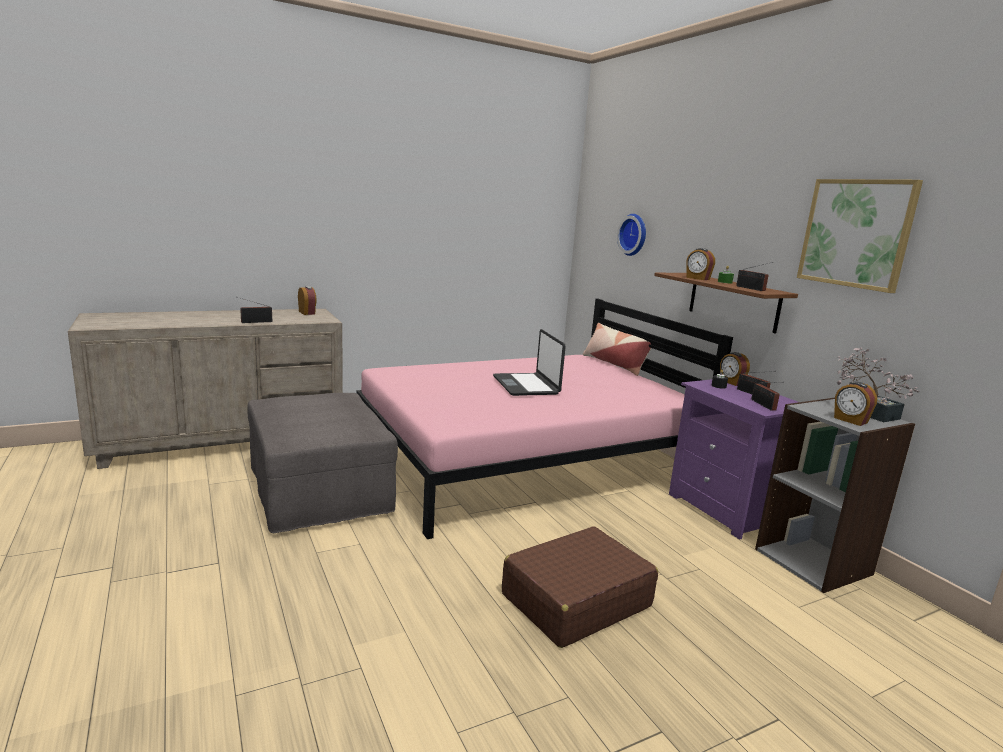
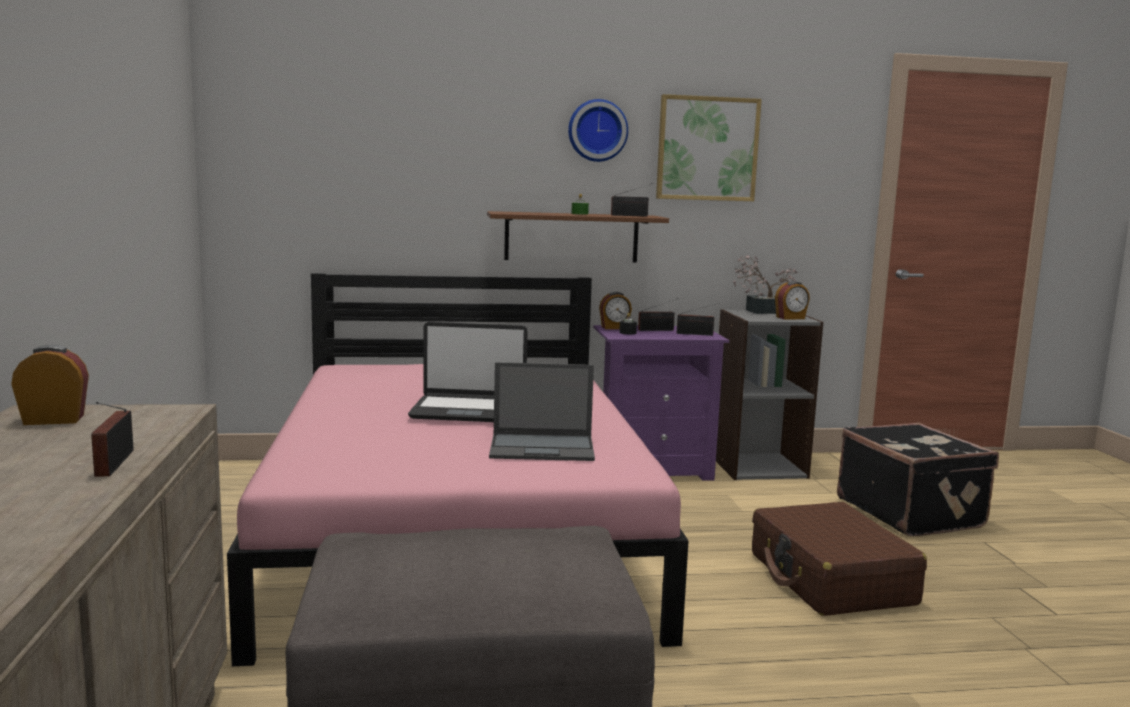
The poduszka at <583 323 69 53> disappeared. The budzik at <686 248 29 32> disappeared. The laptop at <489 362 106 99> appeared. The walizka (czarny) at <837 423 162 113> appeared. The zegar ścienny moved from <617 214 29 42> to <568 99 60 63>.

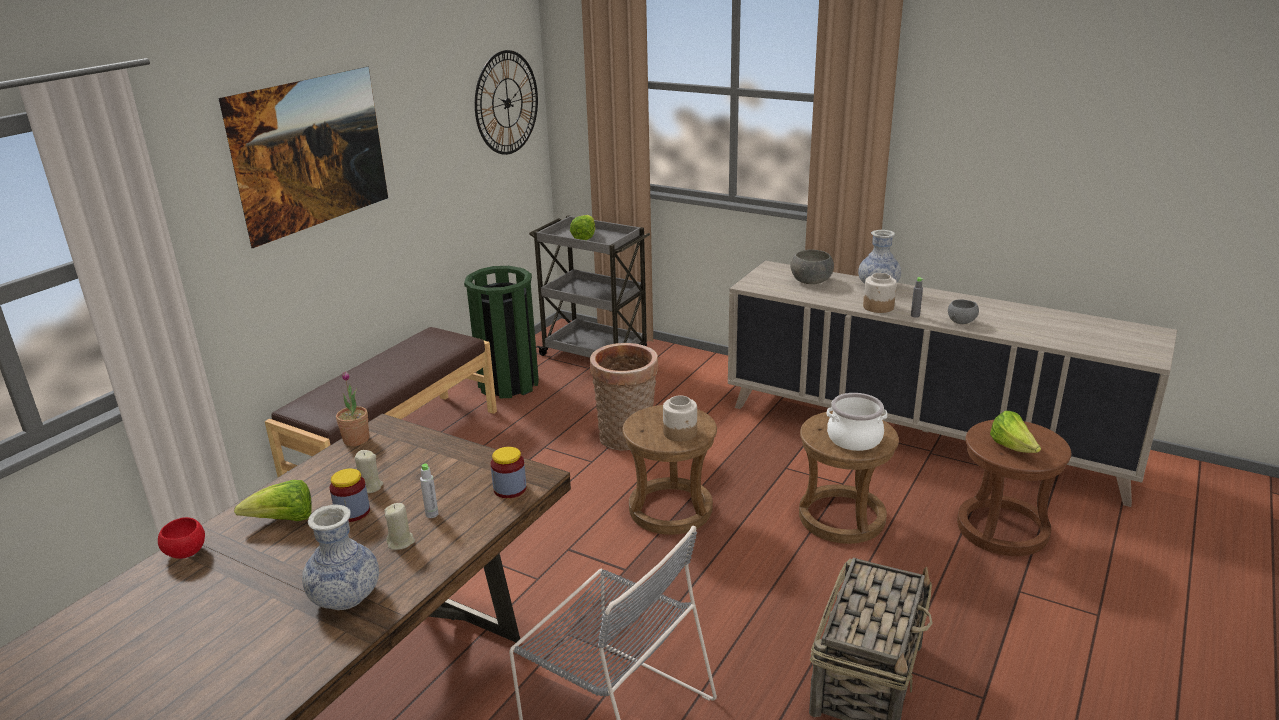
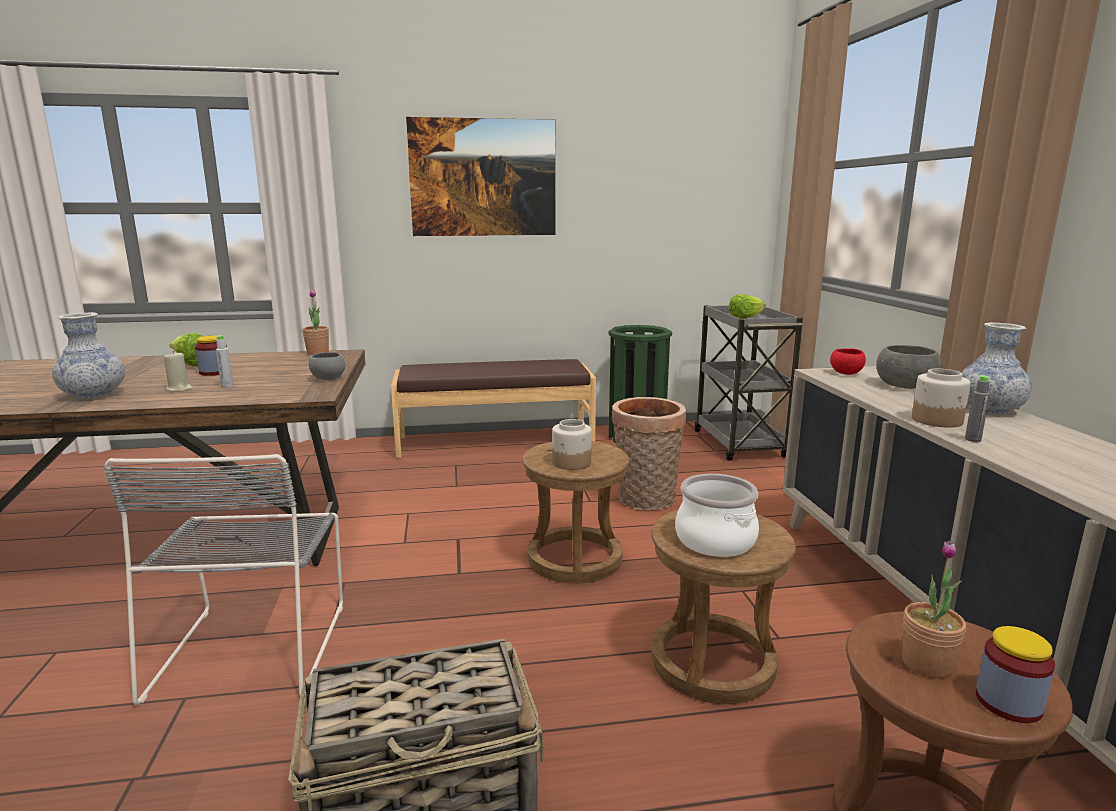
The świeca (beżowy) at <355 450 28 43> disappeared. The zegar ścienny at <475 50 63 105> disappeared. The miska (czerwony) moved from <158 517 47 42> to <830 348 36 27>. The słoik moved from <491 447 36 51> to <976 626 79 97>. The miska (szary) moved from <948 299 31 25> to <309 352 36 28>. The sałata at <990 411 51 42> was replaced by the roślina doniczkowa at <902 541 64 137>.

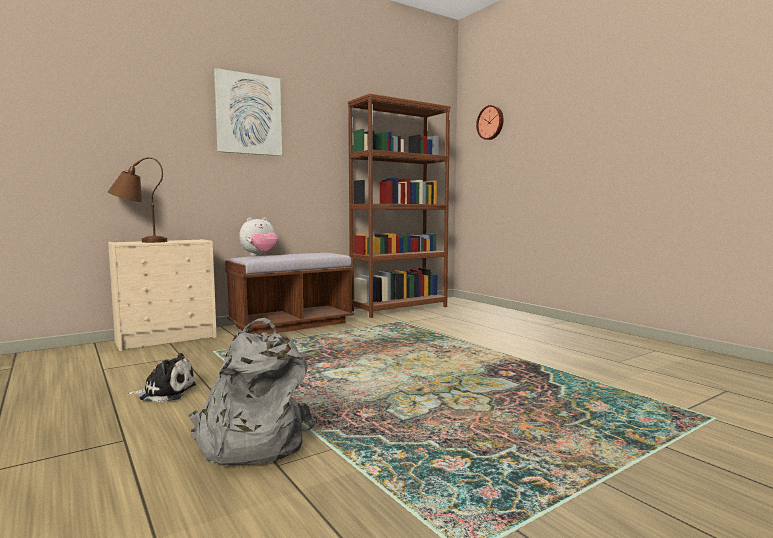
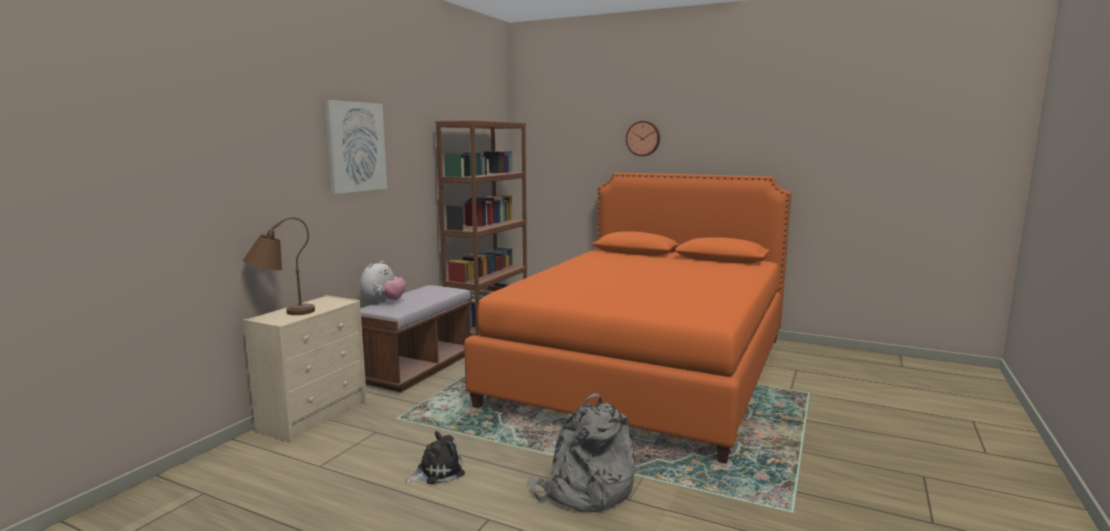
The łóżko (pomarańczowy) at <464 173 327 291> appeared. The zegar ścienny moved from <476 105 28 35> to <626 121 34 35>.

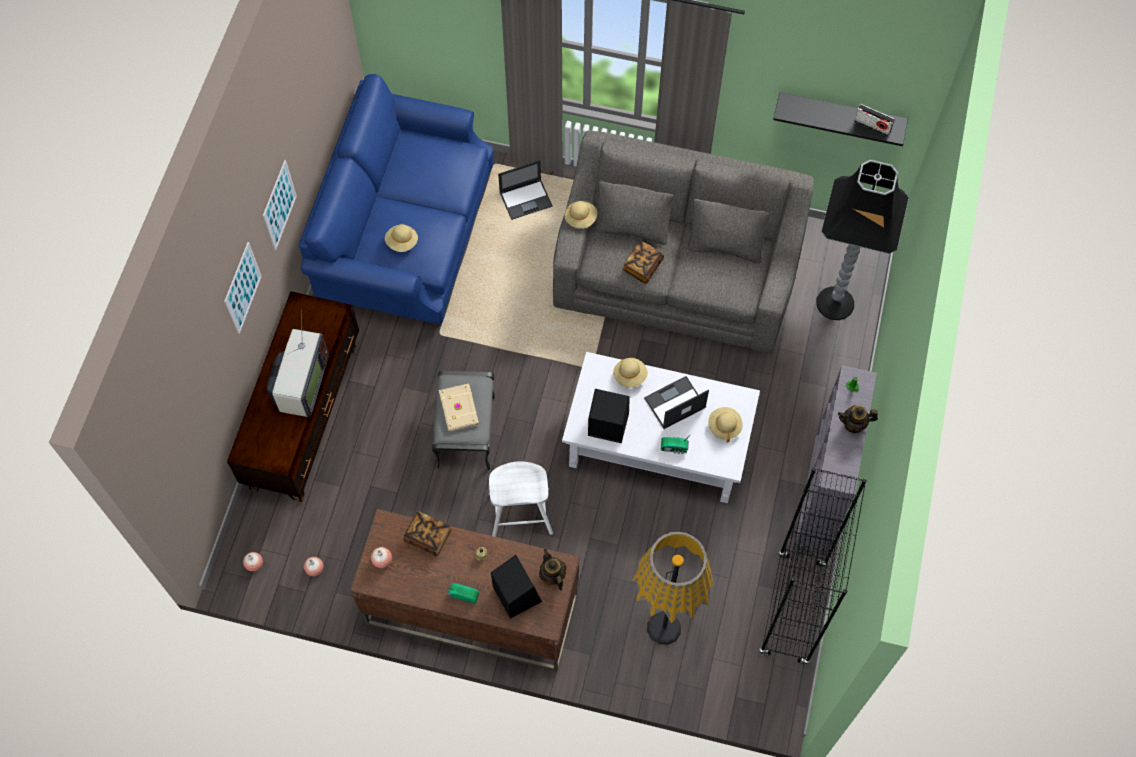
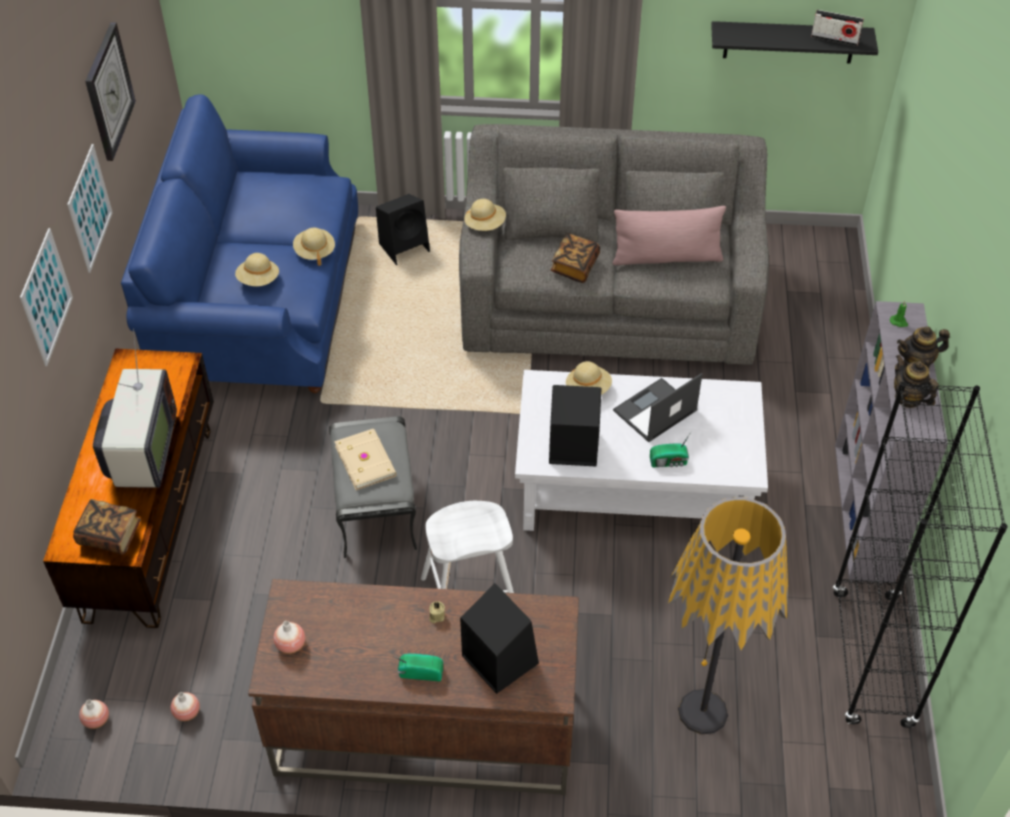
The lampa stojąca (czarny) at <816 160 93 160> disappeared. The zegar ścienny at <85 22 51 139> appeared. The poduszka (różowy) at <613 206 113 59> appeared. The książka moved from <404 511 48 45> to <73 499 68 56>. The imbryk moved from <539 549 28 42> to <894 355 45 53>. The kapelusz (beżowy) moved from <708 407 35 36> to <293 228 42 38>. The laptop at <498 160 55 60> was replaced by the głośnik (czarny) at <376 194 54 71>.

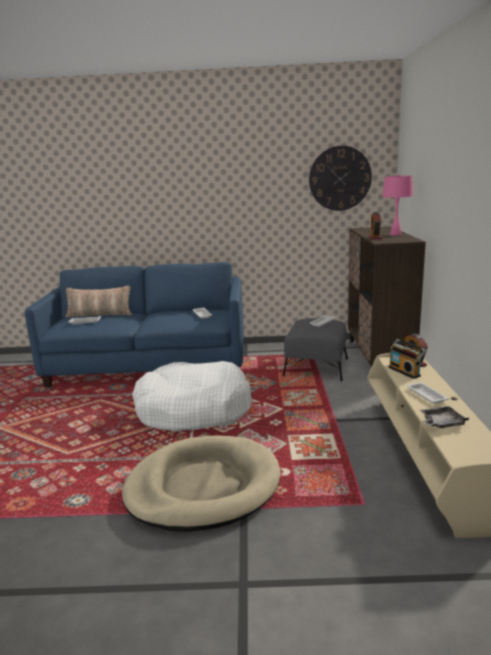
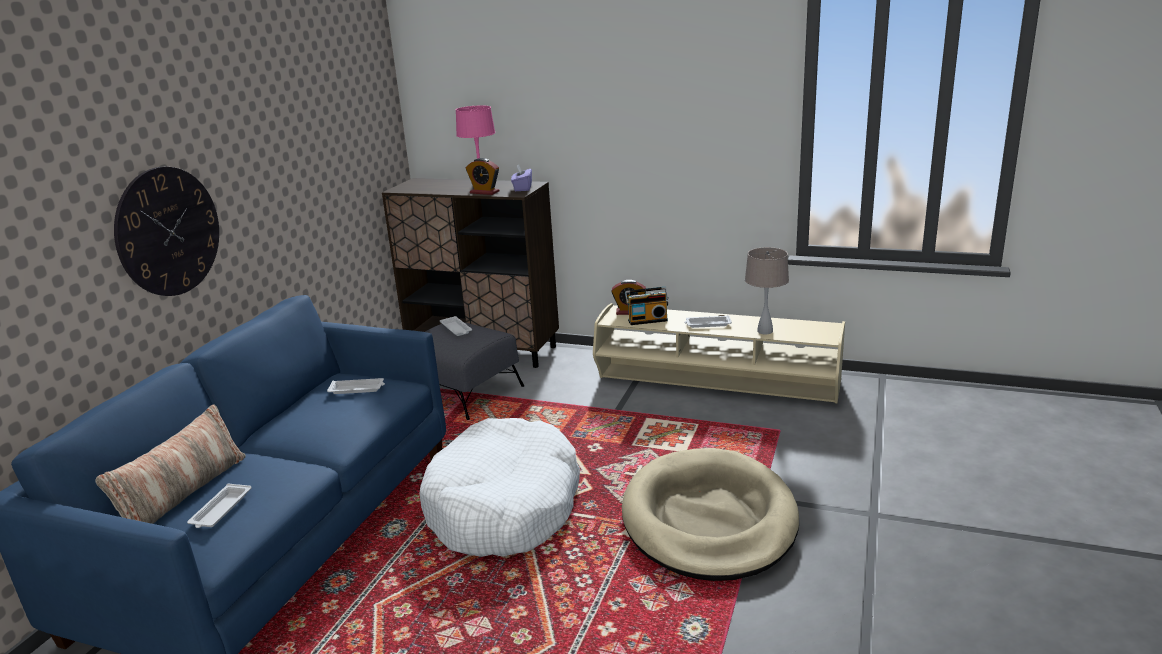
The pudełko chusteczek (fioletowy) at <511 164 21 27> appeared. The zegar ścienny moved from <309 146 63 65> to <114 167 105 129>. The taca (szary) at <420 406 49 23> was replaced by the lampa stołowa (beżowy) at <745 247 44 88>.

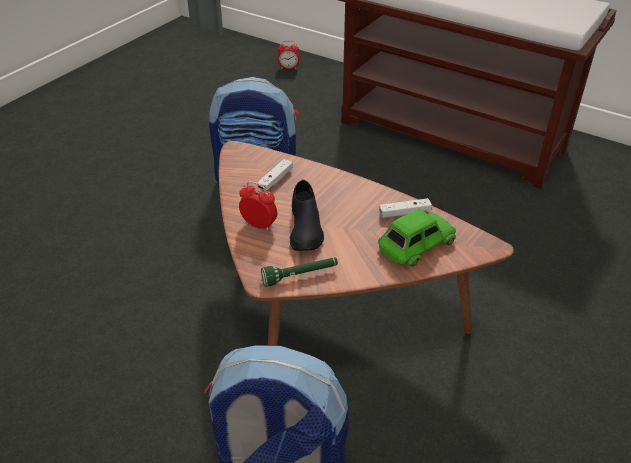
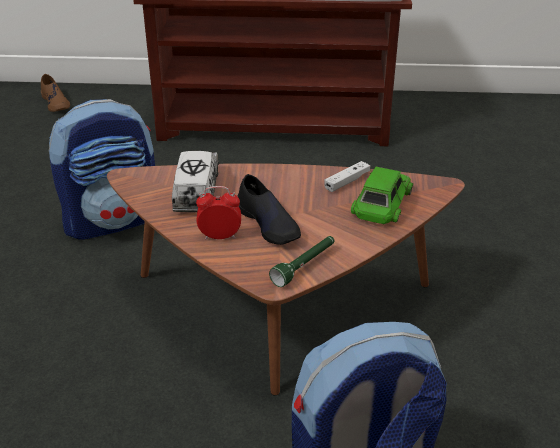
The pad do gier (biały) at <257 159 36 32> was replaced by the ciężarówka zabawkowa at <172 151 47 61>. The budzik at <278 40 21 29> was replaced by the but (brązowy) at <41 74 29 38>.

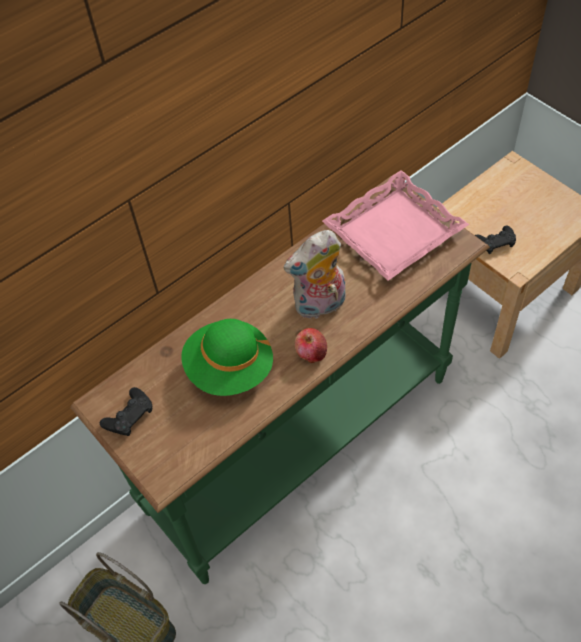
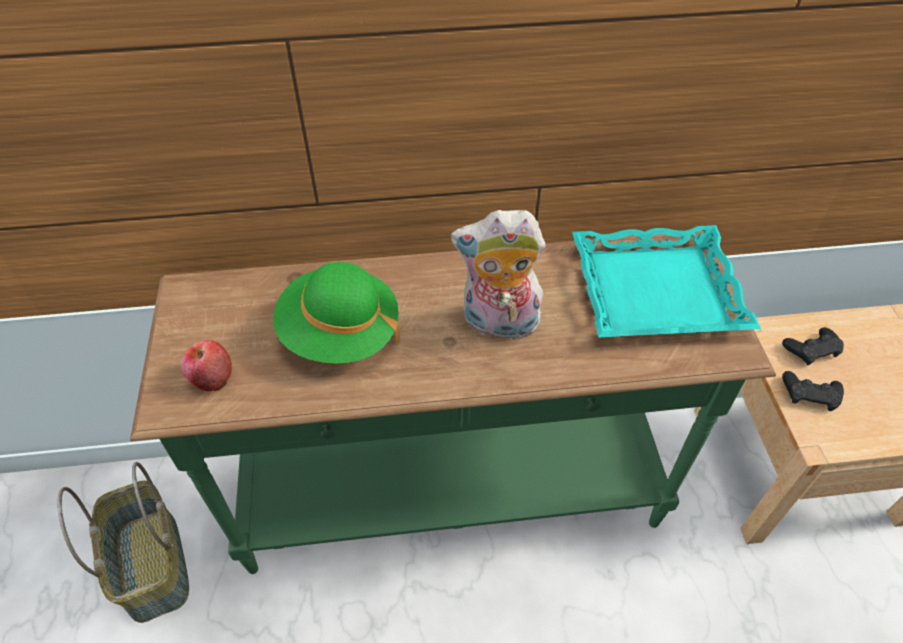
The pad do gier (czarny) moved from <100 387 52 49> to <782 327 62 39>. The jabłko moved from <295 328 32 35> to <181 340 51 51>. The taca (różowy) at <322 170 147 111> became the taca (turkusowy) at <572 225 189 113>.

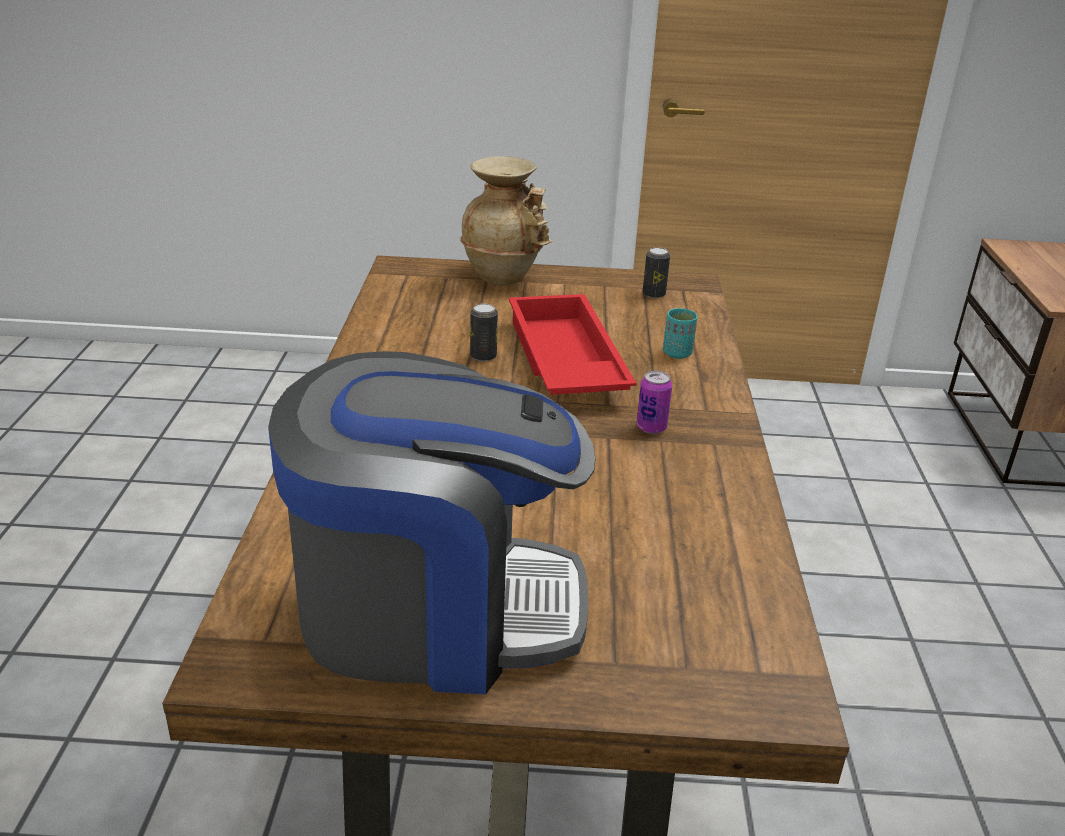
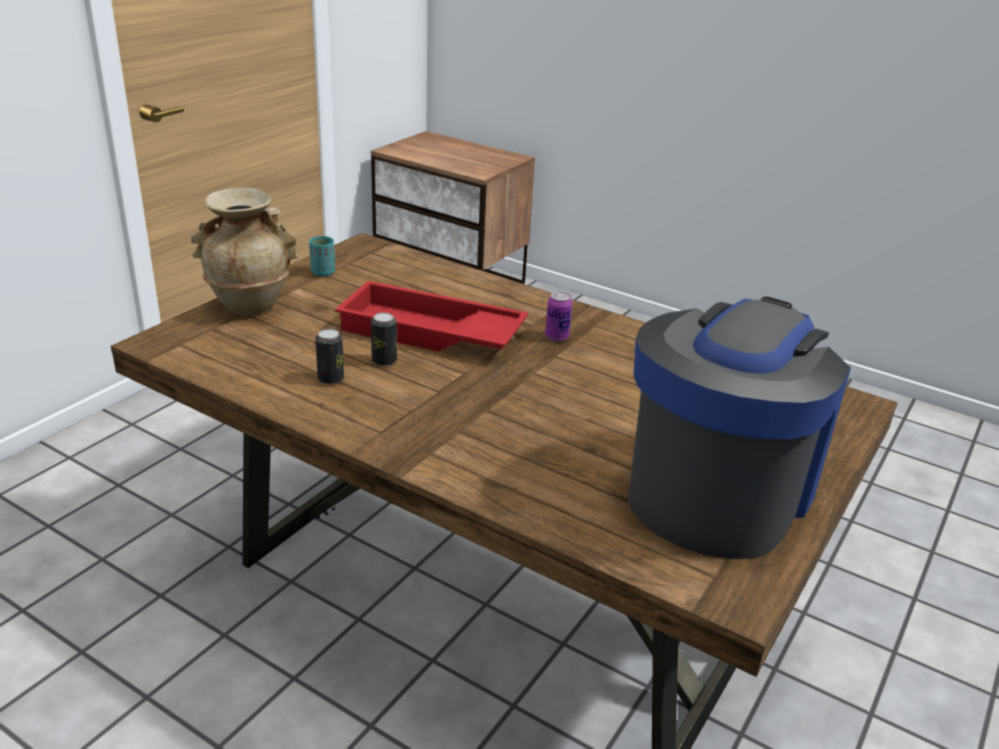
The puszka moved from <643 247 27 51> to <315 329 29 55>. The filiżanka (turkusowy) moved from <663 308 35 51> to <309 236 26 40>.

